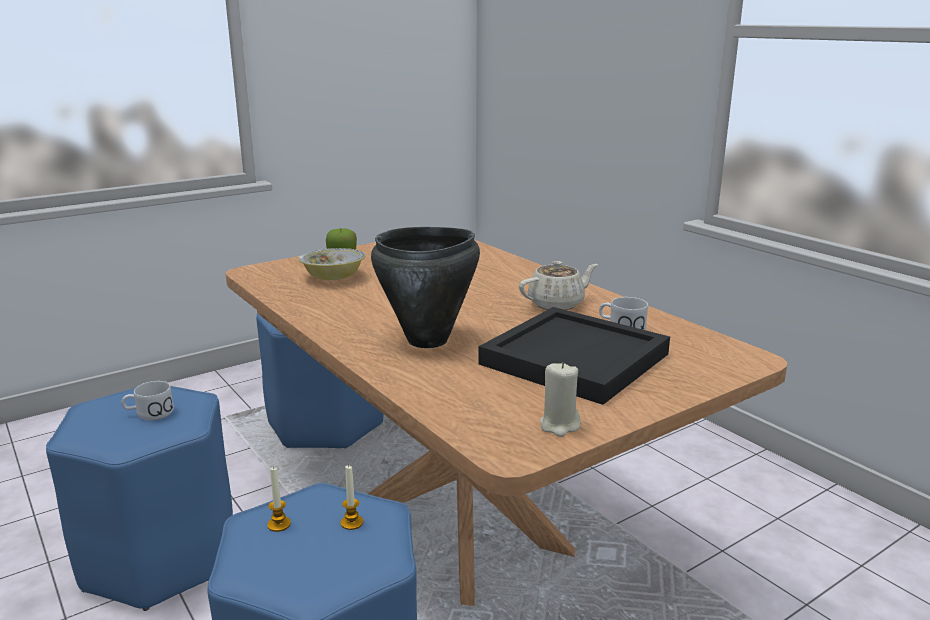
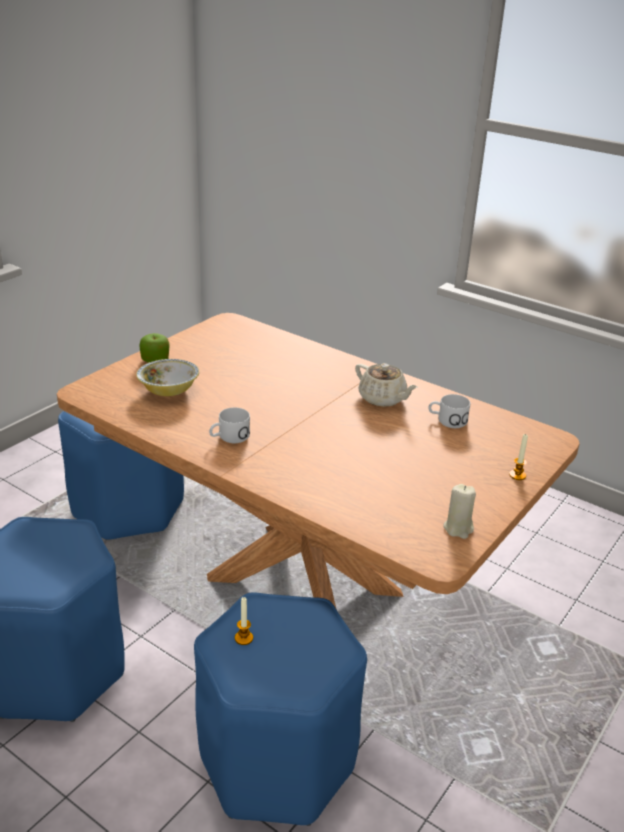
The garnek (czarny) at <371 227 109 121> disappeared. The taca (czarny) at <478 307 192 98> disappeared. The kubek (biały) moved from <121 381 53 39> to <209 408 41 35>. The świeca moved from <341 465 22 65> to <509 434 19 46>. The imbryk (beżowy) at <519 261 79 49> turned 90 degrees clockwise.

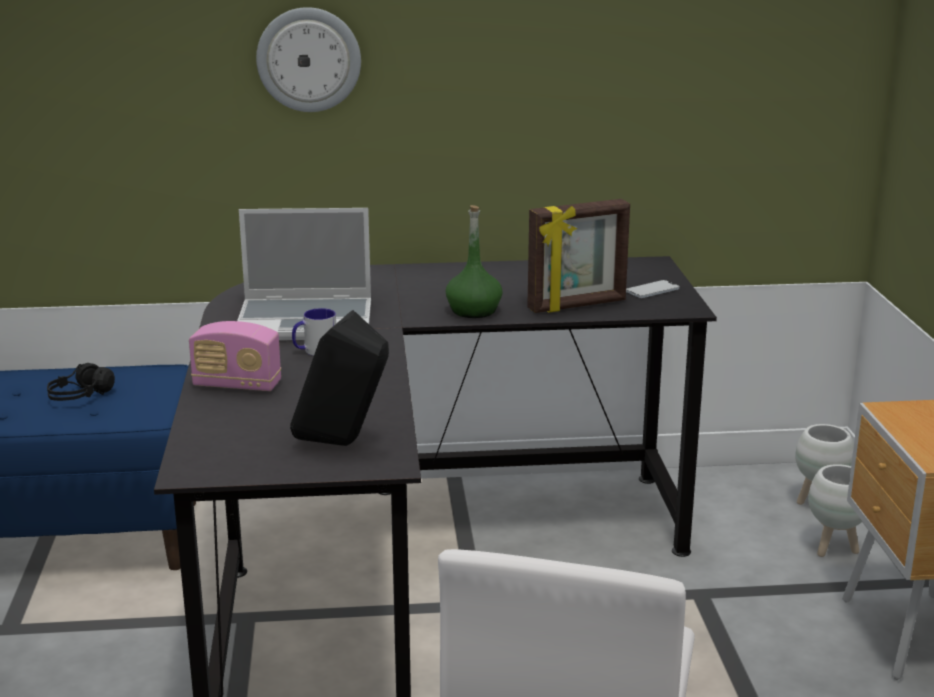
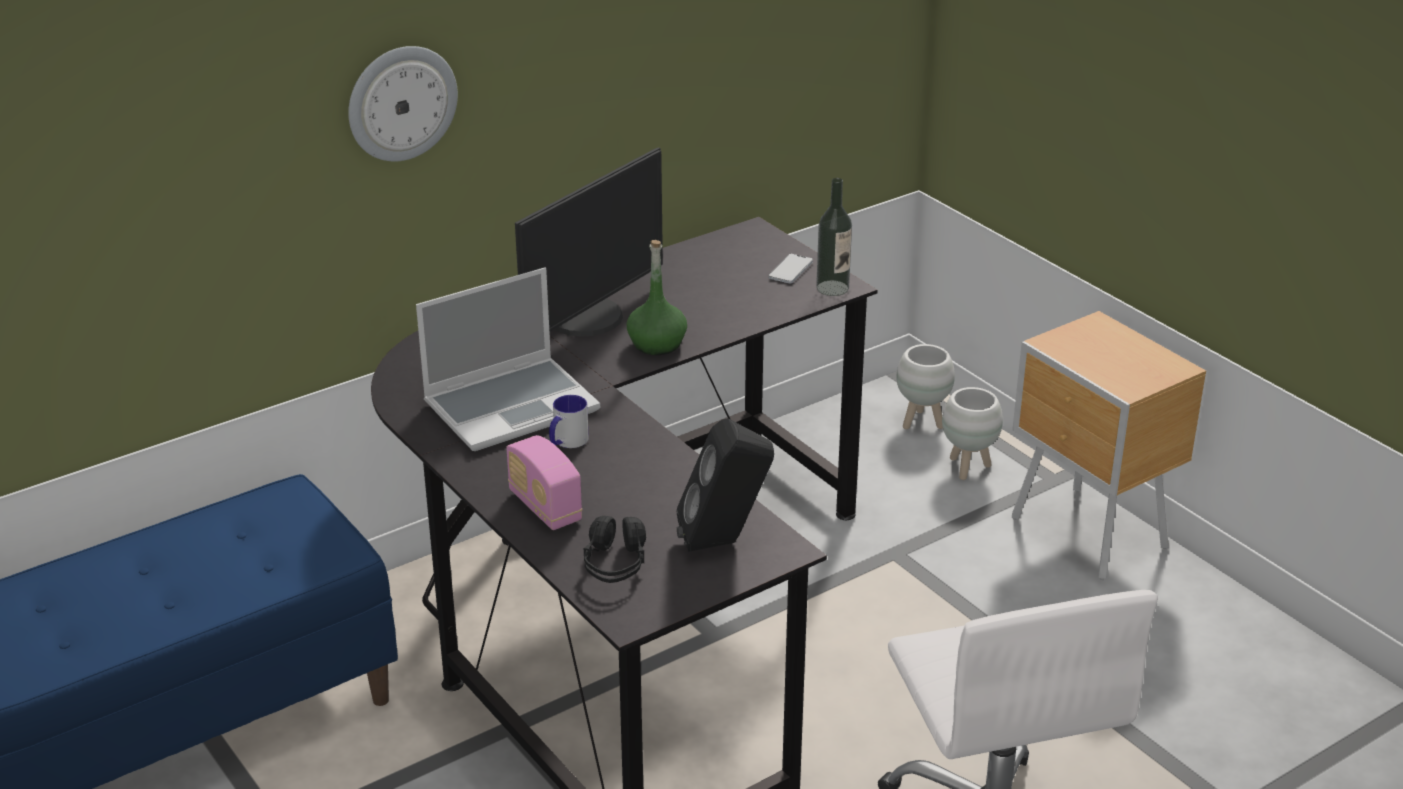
The ramka na zdjęcie at <527 199 103 114> disappeared. The monitor at <515 147 148 190> appeared. The butelka at <816 178 36 118> appeared. The słuchawki (czarny) moved from <47 363 68 38> to <584 516 62 67>. The radio at <189 321 92 70> turned 75 degrees clockwise.

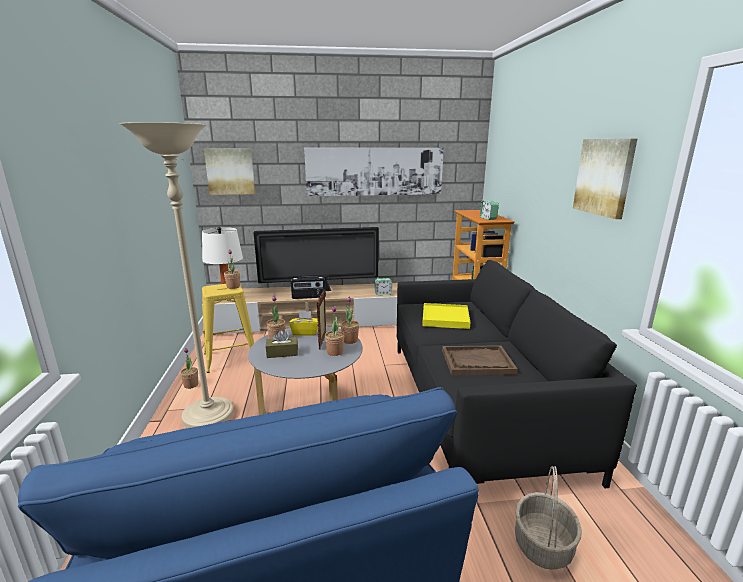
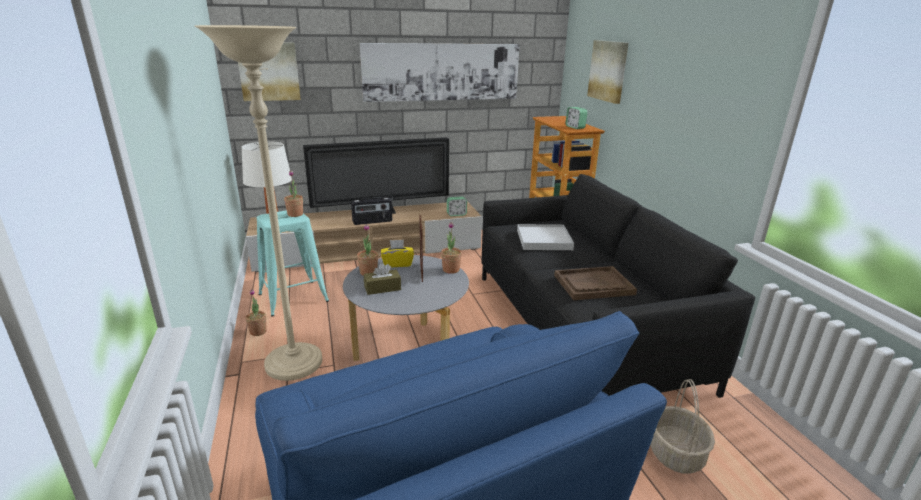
The roślina doniczkowa at <325 306 20 50> disappeared. The obraz moved from <573 139 64 80> to <587 40 42 64>. The stołek (żółty) at <202 284 52 89> became the stołek (turkusowy) at <257 210 72 107>. The taca (żółty) at <422 303 48 26> became the taca (biały) at <517 224 57 26>.

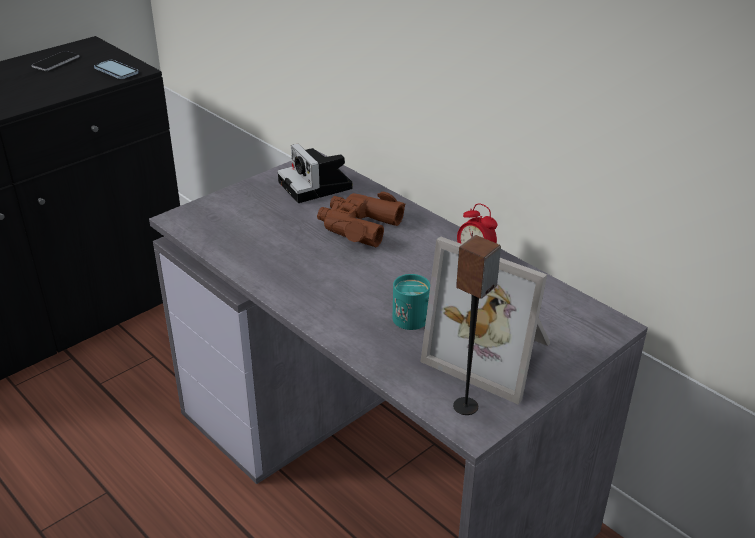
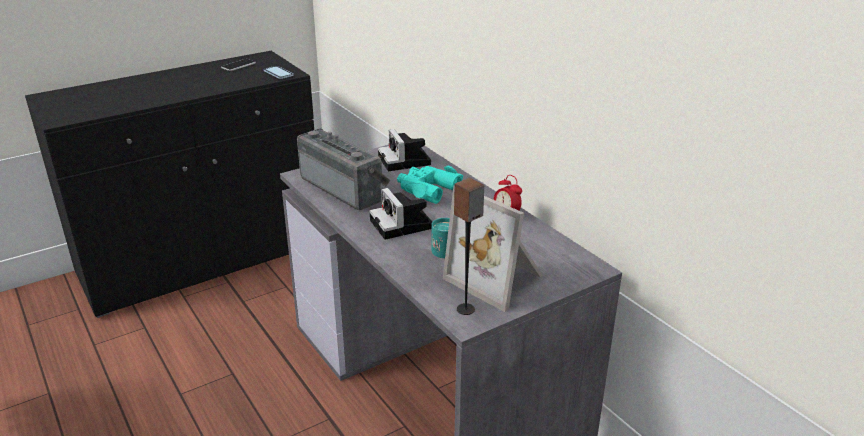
The radio at <297 129 93 81> appeared. The aparat fotograficzny at <369 188 63 52> appeared. The lornetka (brązowy) at <317 192 89 55> became the lornetka (turkusowy) at <397 166 66 38>.

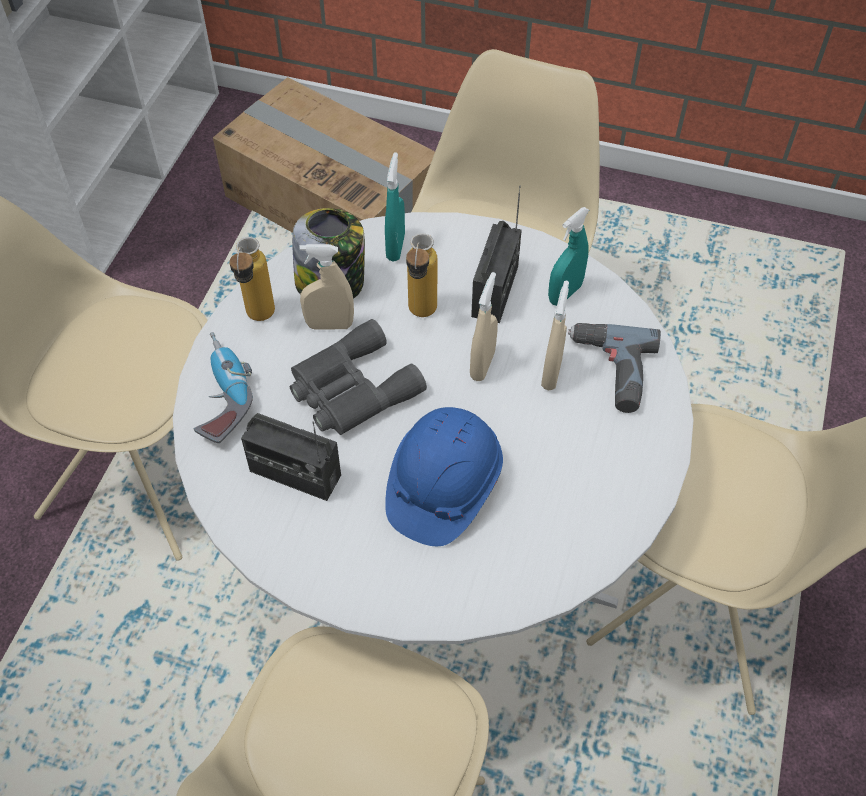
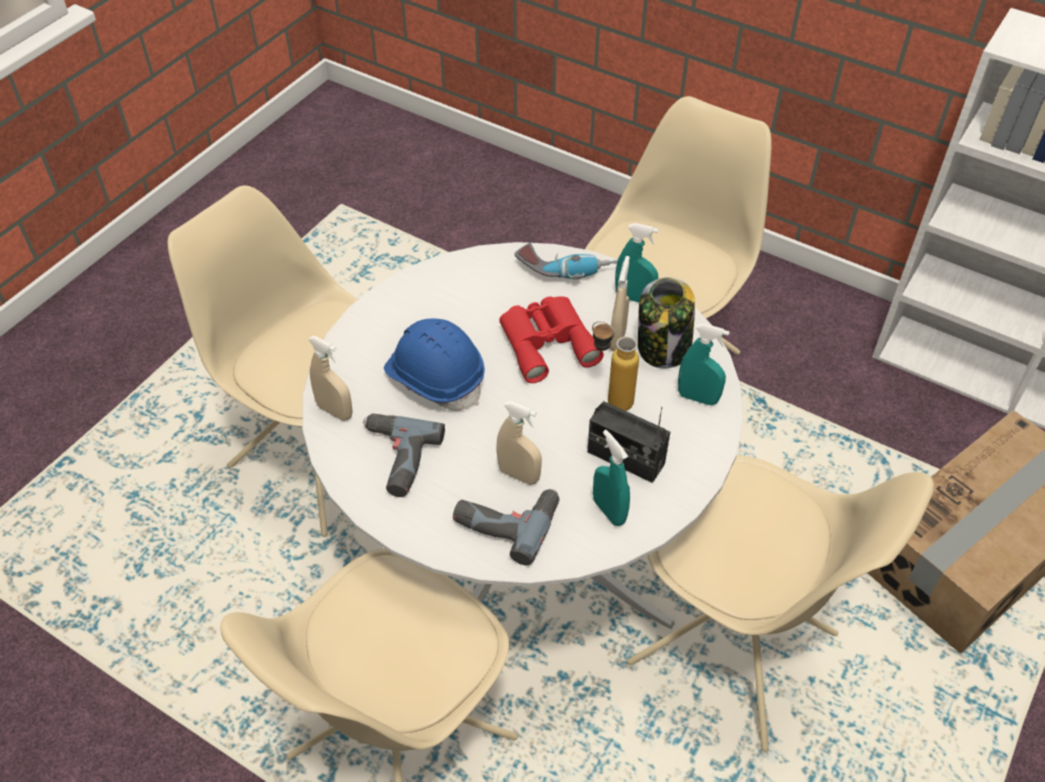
The radio at <241 413 100 88> disappeared. The wiertarka at <363 413 82 84> appeared. The spryskiwacz (beżowy) moved from <470 272 28 109> to <308 336 45 85>. The butelka at <229 237 46 84> was replaced by the spryskiwacz (turkusowy) at <615 223 44 79>. The lornetka (szary) at <290 319 137 116> became the lornetka (czerwony) at <499 296 105 87>.

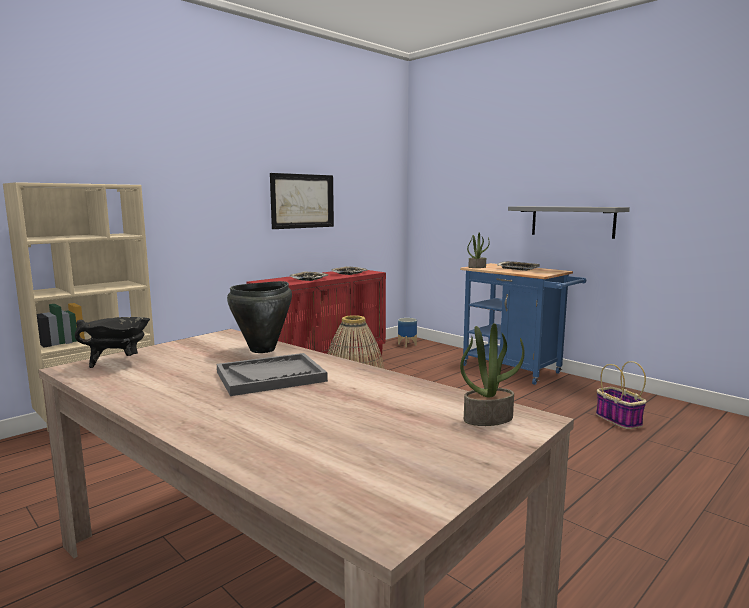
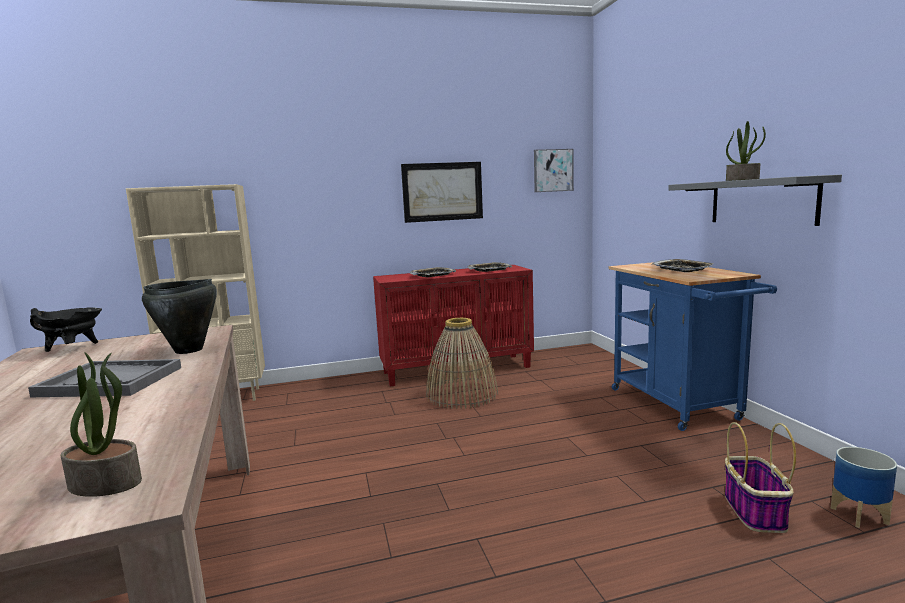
The obraz at <534 149 40 43> appeared. The donica moved from <398 318 19 29> to <831 447 66 81>. The roślina doniczkowa moved from <467 233 23 35> to <726 121 40 60>.

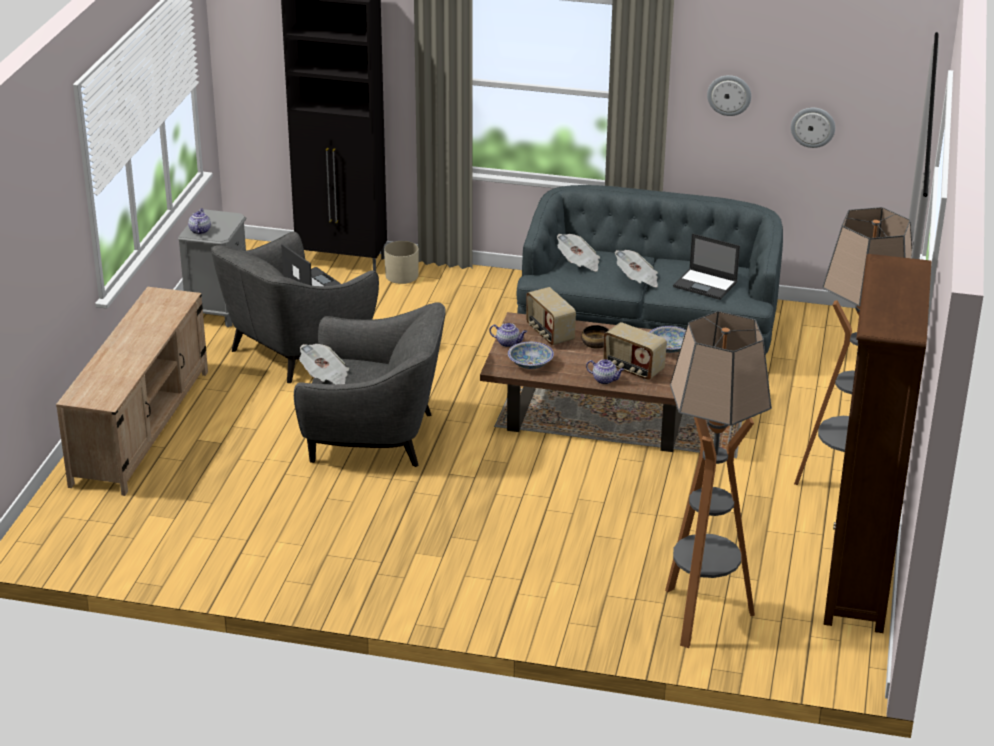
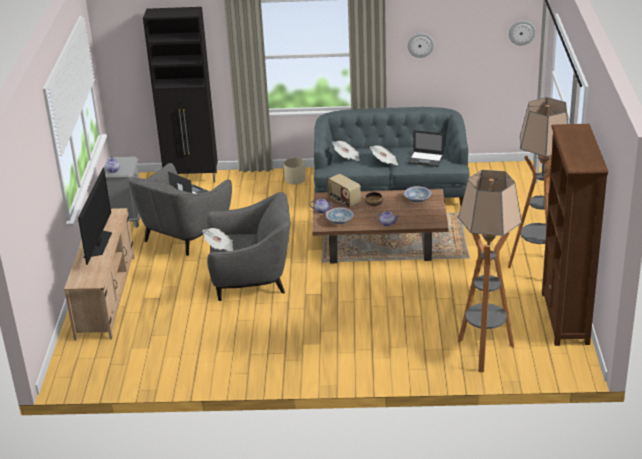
The radio at <604 322 63 58> disappeared. The telewizor at <78 168 34 97> appeared. The donica (beżowy) moved from <384 241 35 43> to <284 158 22 27>. The zegar ścienny moved from <791 108 44 40> to <509 21 27 24>.

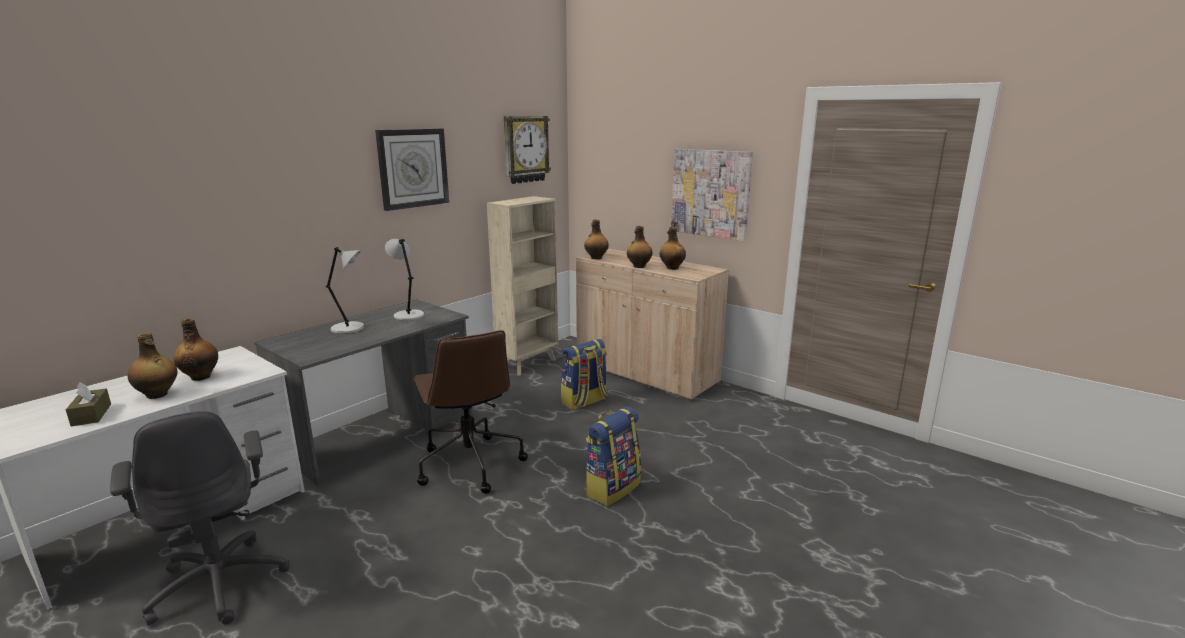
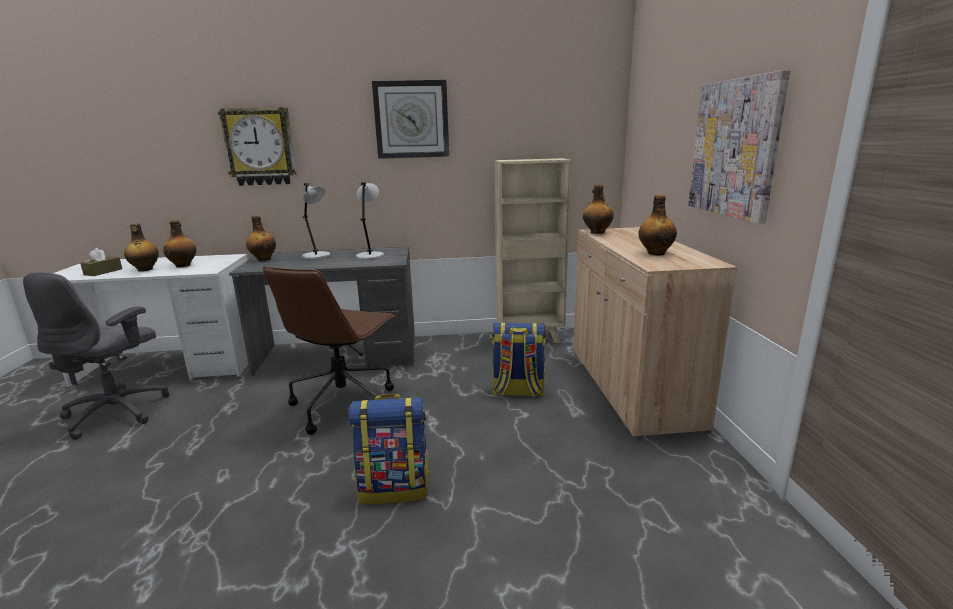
The zegar ścienny moved from <504 116 47 68> to <218 107 79 79>. The butelka moved from <627 226 26 42> to <246 215 30 46>.

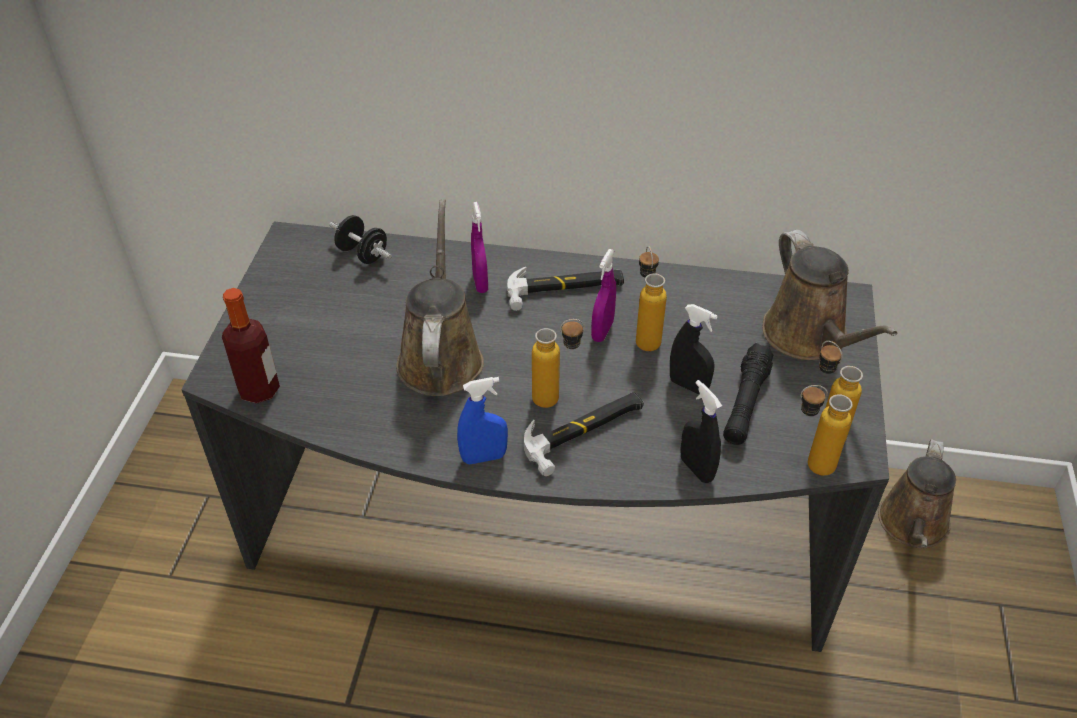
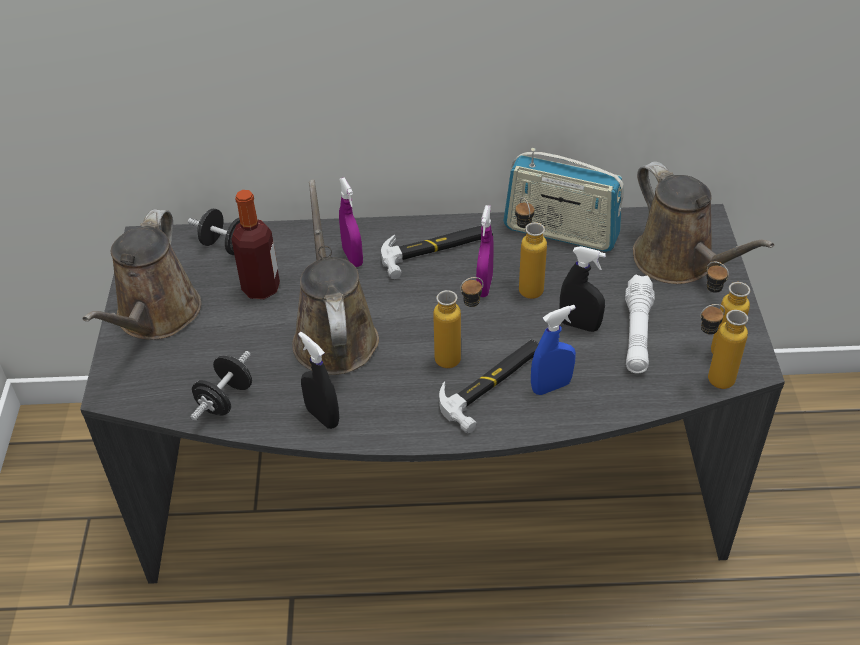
The hantel (czarny) at <190 351 62 70> appeared. The radio at <504 148 120 104> appeared. The butelka moved from <222 288 58 115> to <231 190 49 109>. The spryskiwacz (niebieski) moved from <457 377 51 87> to <531 305 45 90>. The spryskiwacz (czarny) moved from <680 380 42 103> to <298 332 41 97>. The konewka (brązowy) moved from <878 439 78 109> to <82 209 119 131>. The latarka (czarny) at <723 343 50 102> became the latarka (biały) at <625 275 30 98>.

